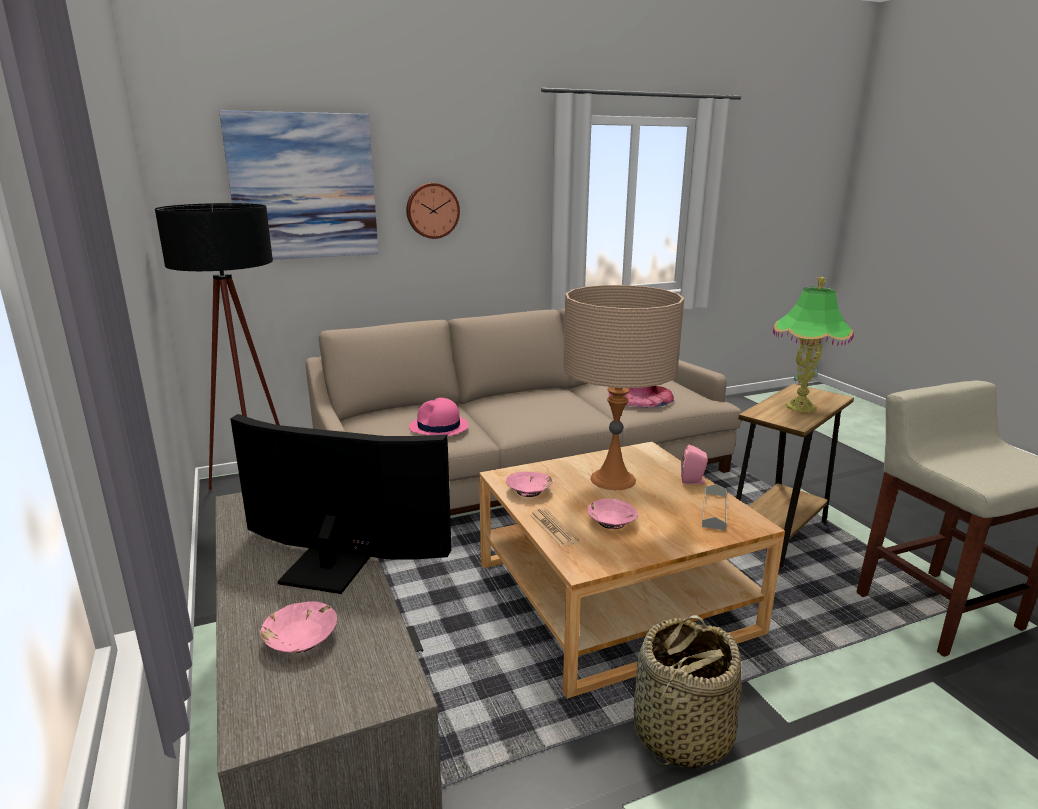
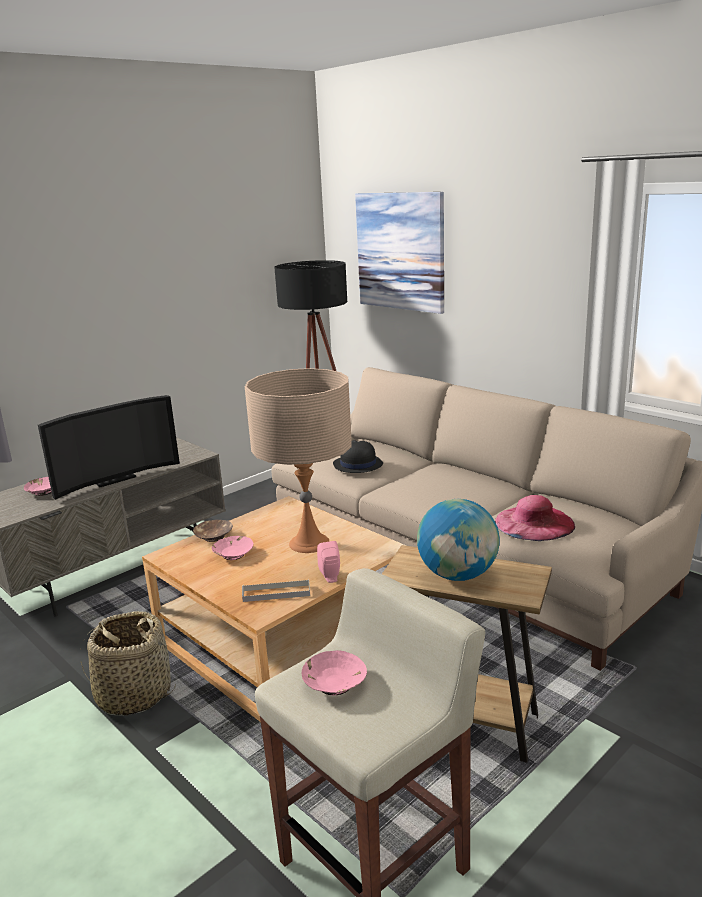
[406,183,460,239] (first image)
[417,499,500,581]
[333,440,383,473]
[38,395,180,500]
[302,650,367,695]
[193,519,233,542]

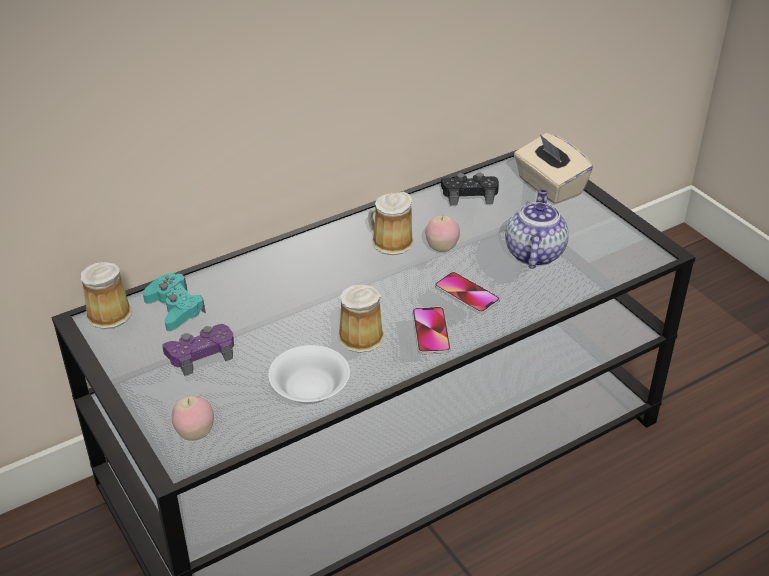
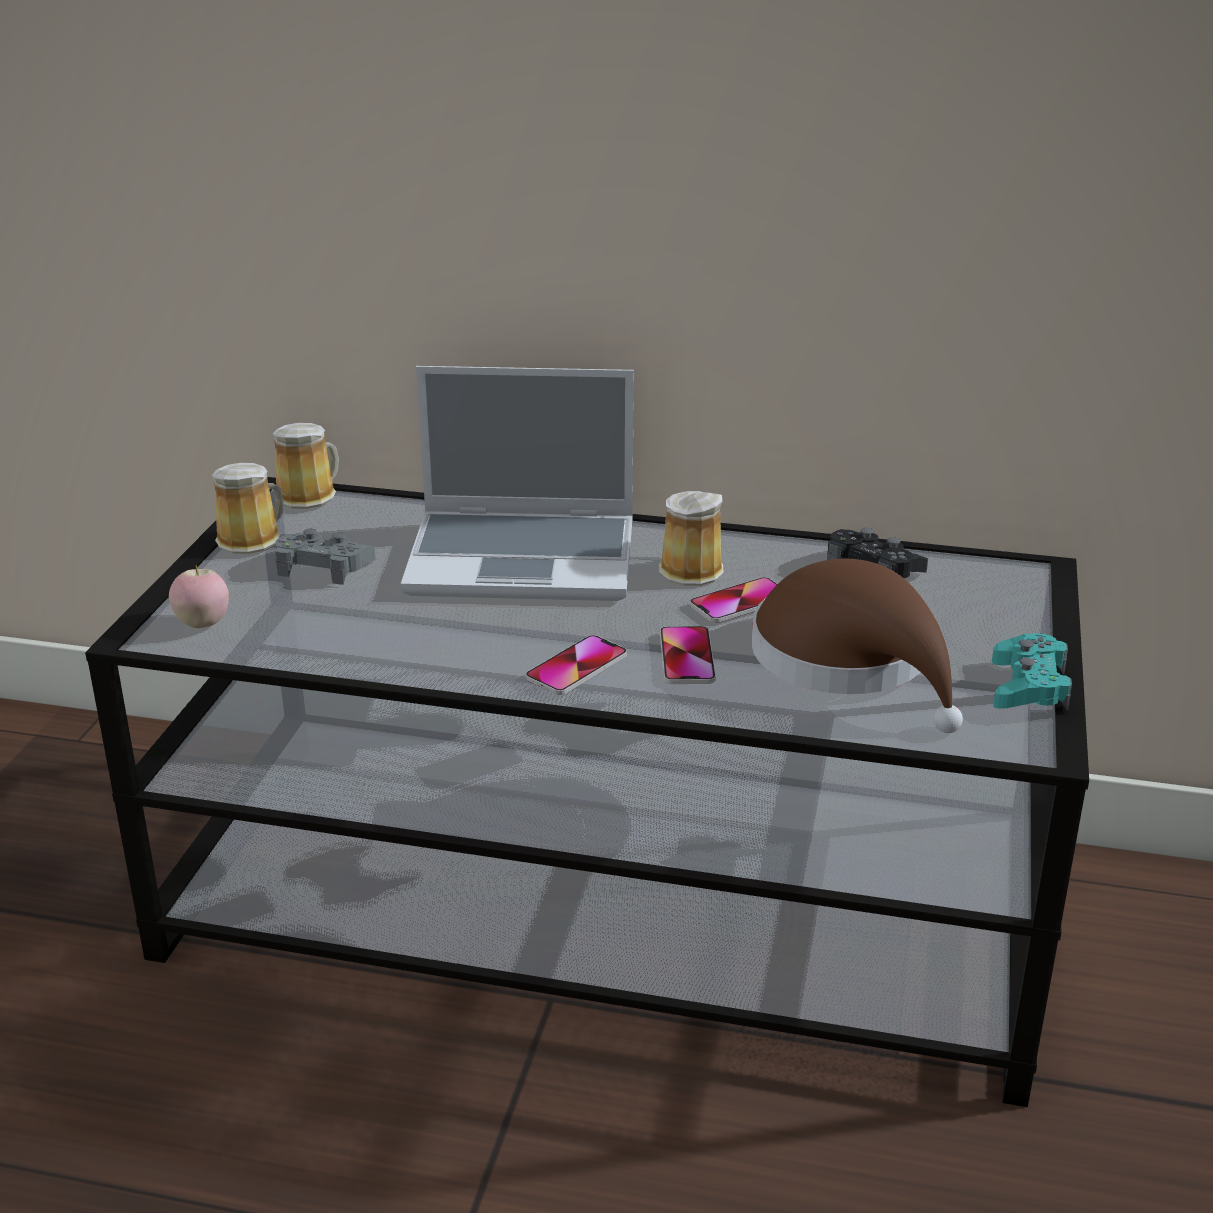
[514,133,593,204] (first image)
[752,559,963,733]
[690,577,777,623]
[992,633,1072,711]
[212,463,284,554]
[275,529,376,585]
[268,345,350,404] (first image)
[401,366,634,601]

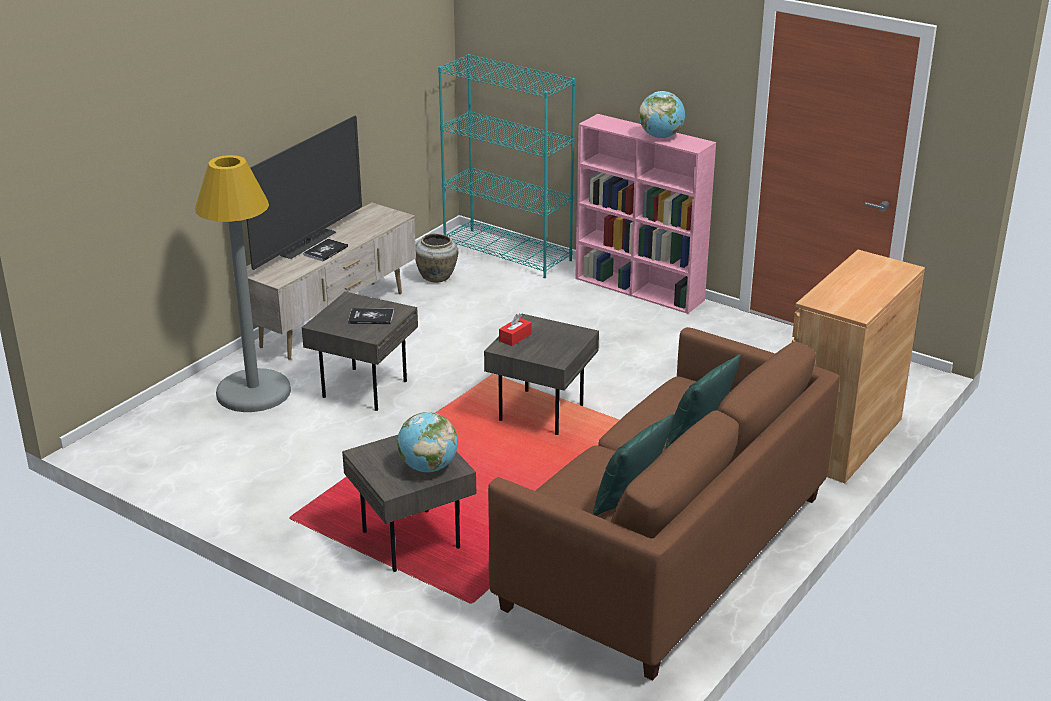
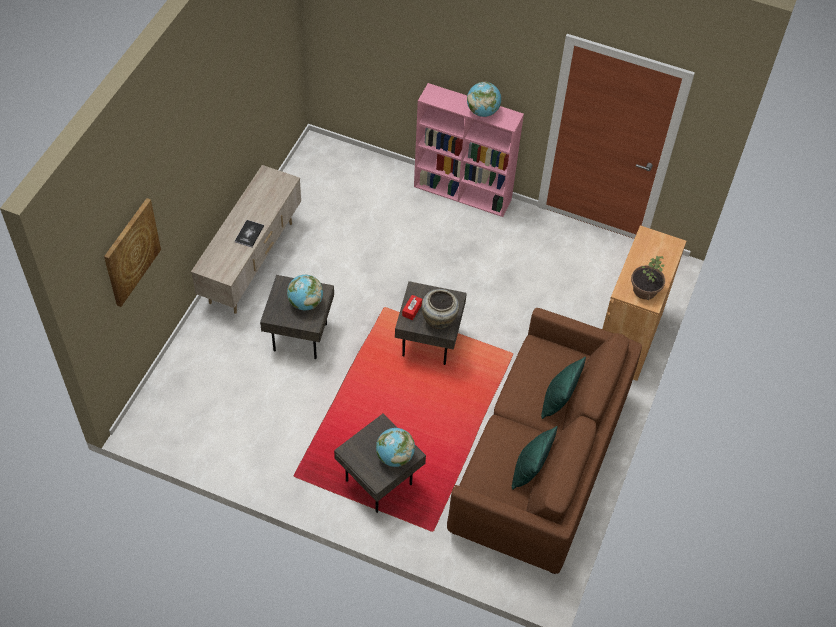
[438,54,576,278] (first image)
[246,115,362,270] (first image)
[195,155,291,412] (first image)
[421,289,459,329]
[287,275,323,310]
[104,198,161,307]
[631,256,665,300]

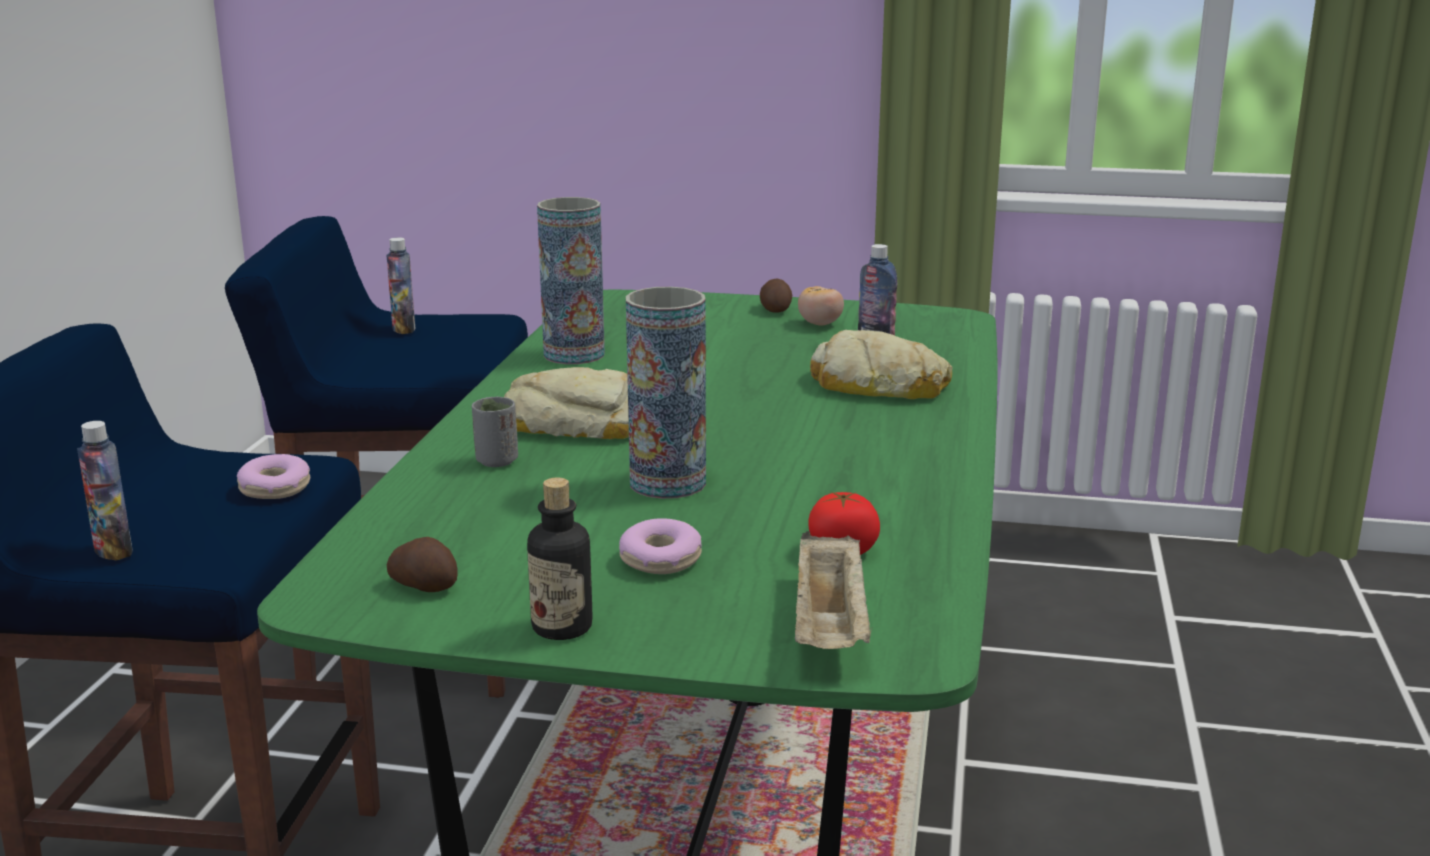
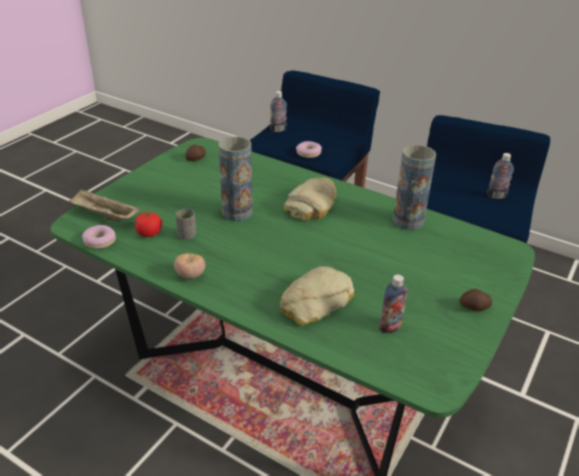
[174,253,205,279]
[176,208,196,240]
[527,477,593,640] (first image)
[82,225,116,249]

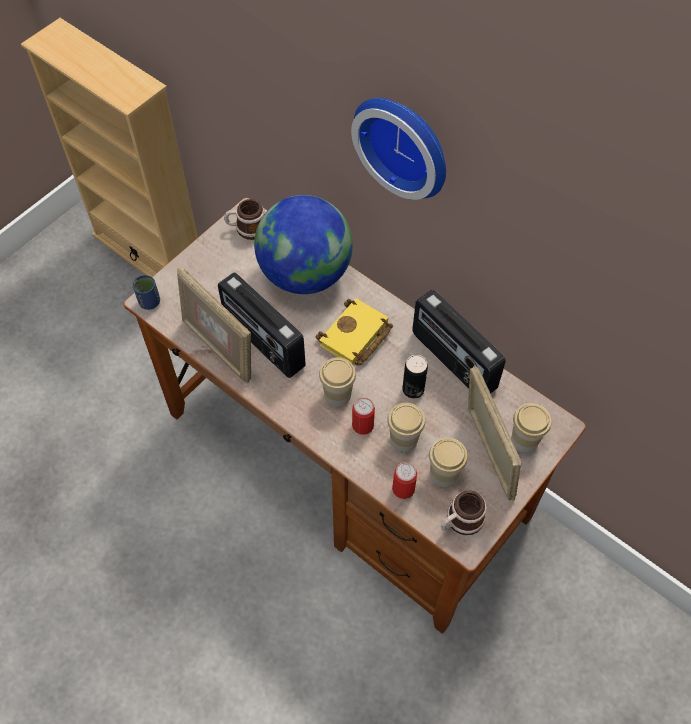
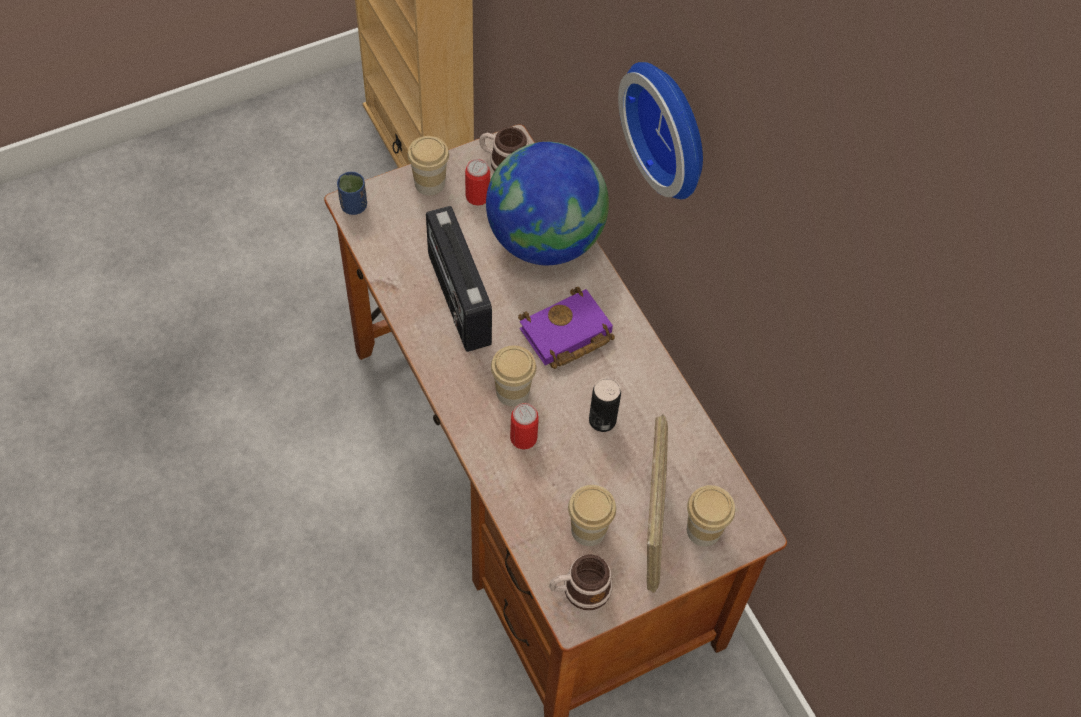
[177,268,251,383] (first image)
[412,290,506,393] (first image)
[518,287,615,369]
[408,136,449,196]
[465,159,490,206]

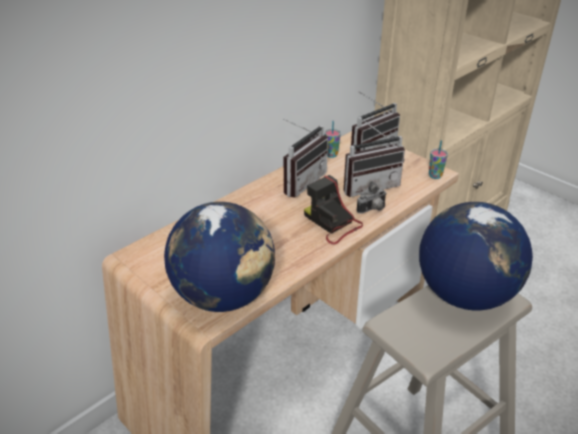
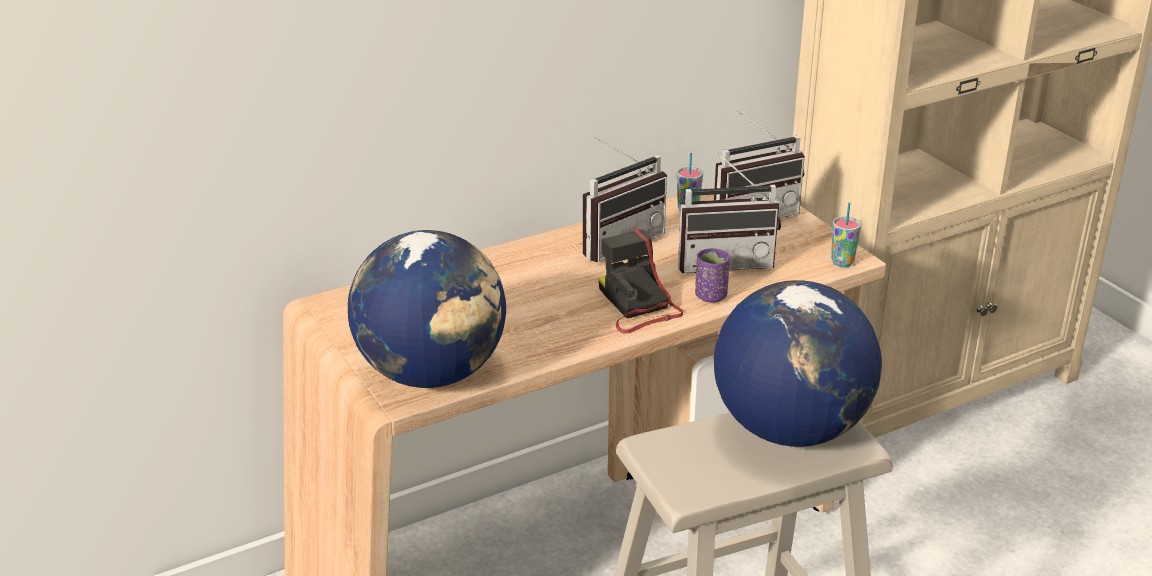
[695,248,730,303]

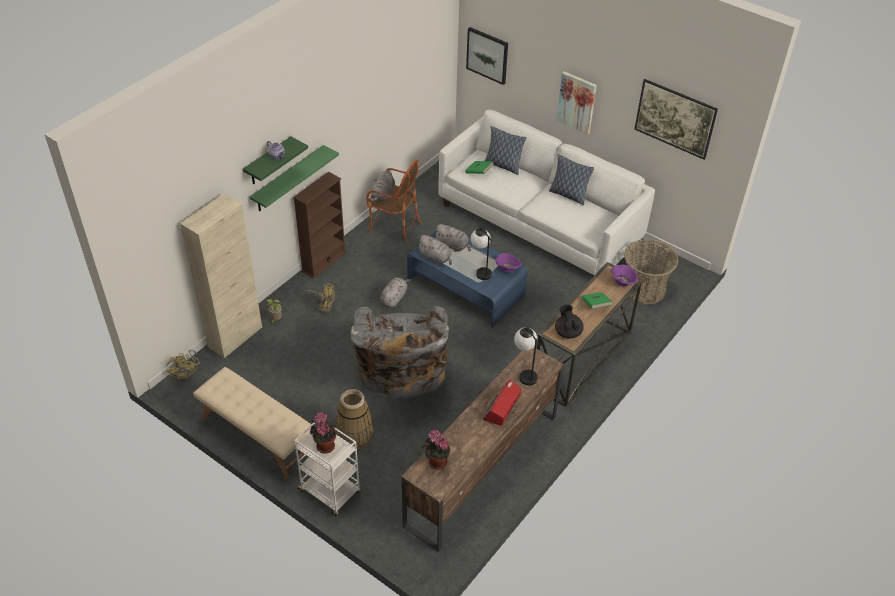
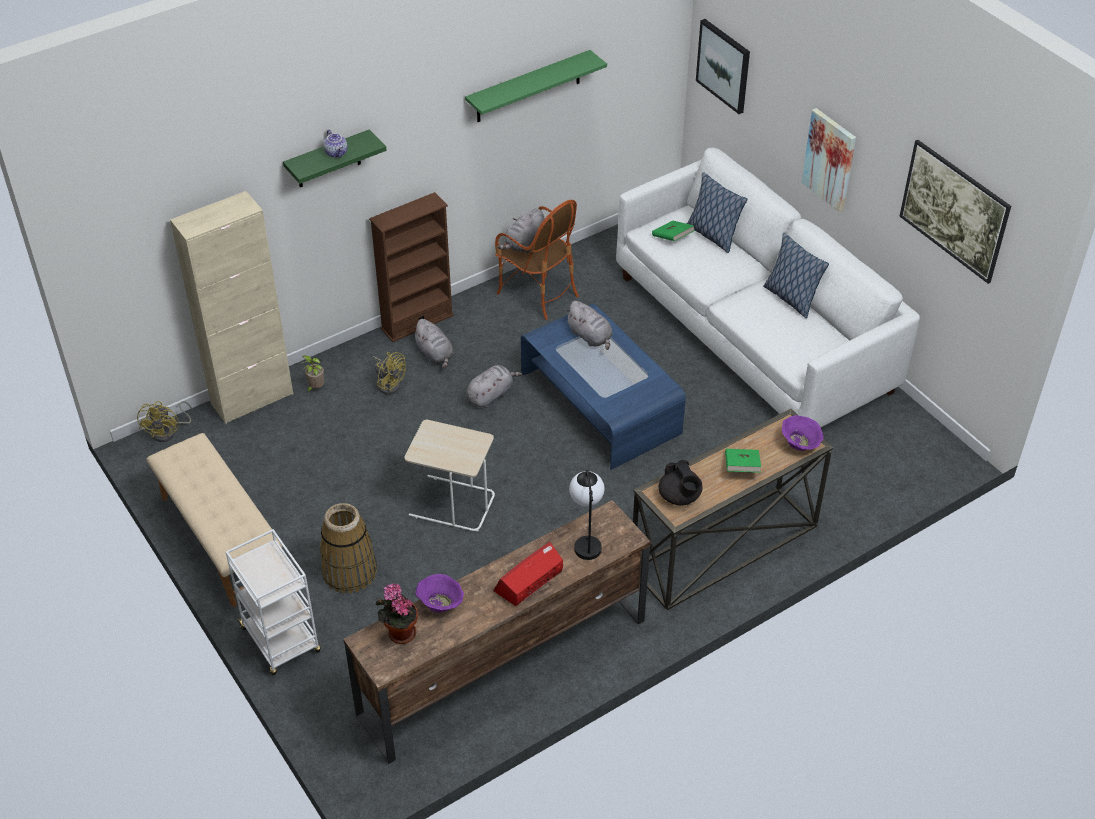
[465,50,607,122]
[471,226,492,280] (first image)
[412,319,454,369]
[624,239,678,304] (first image)
[415,574,464,613]
[659,460,702,505]
[404,420,495,531]
[310,412,336,453] (first image)

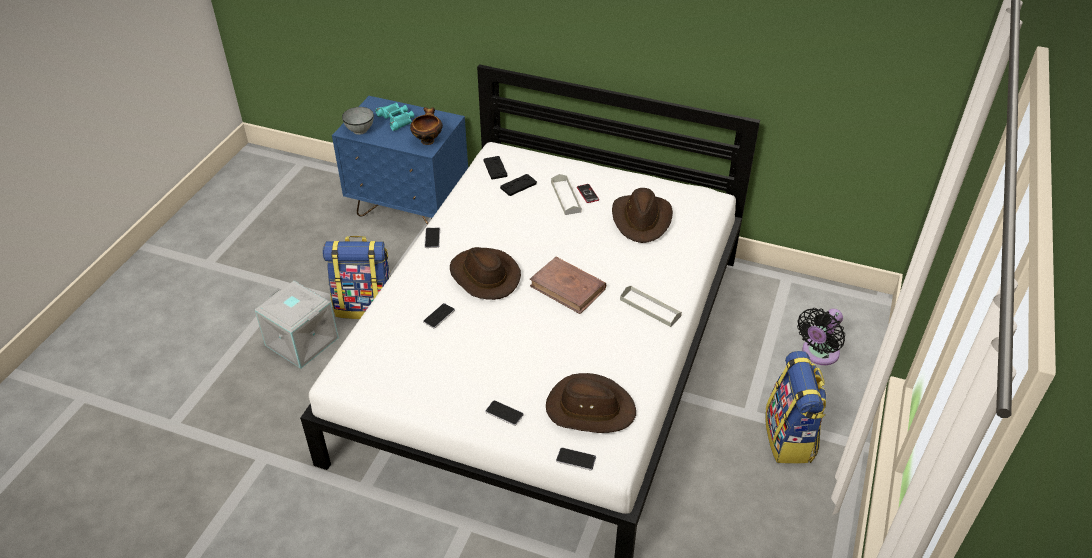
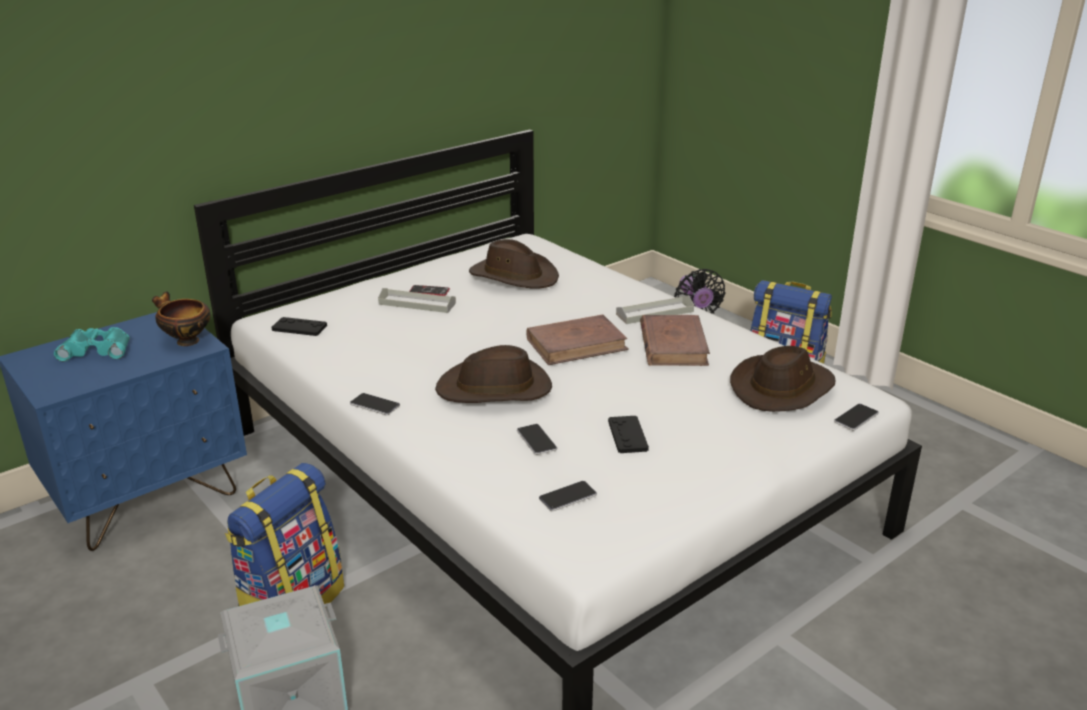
[342,107,374,135] (first image)
[608,416,649,453]
[539,481,597,511]
[640,315,710,366]

